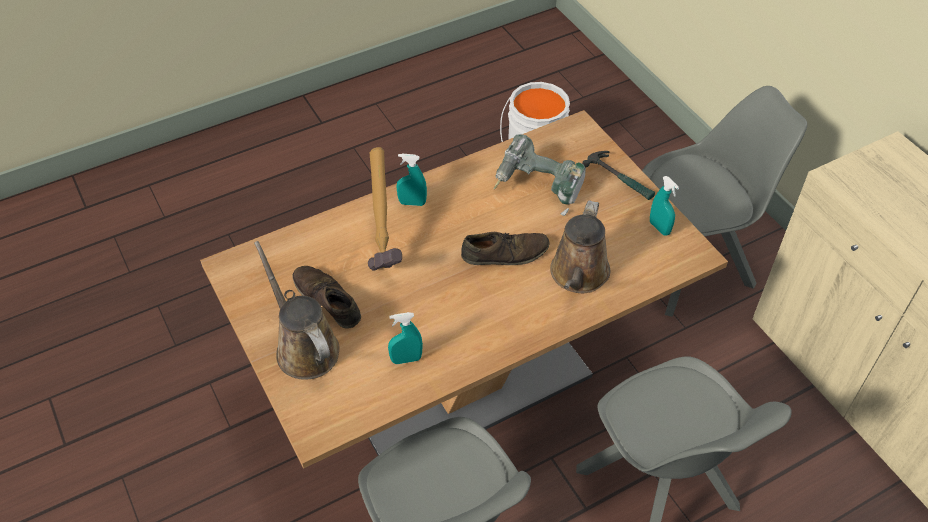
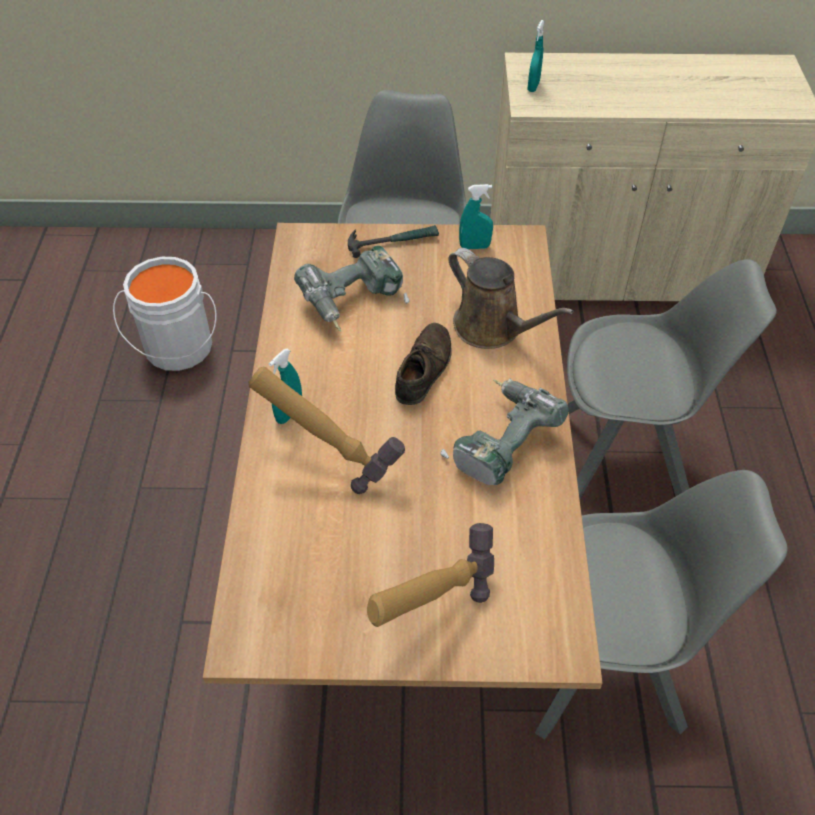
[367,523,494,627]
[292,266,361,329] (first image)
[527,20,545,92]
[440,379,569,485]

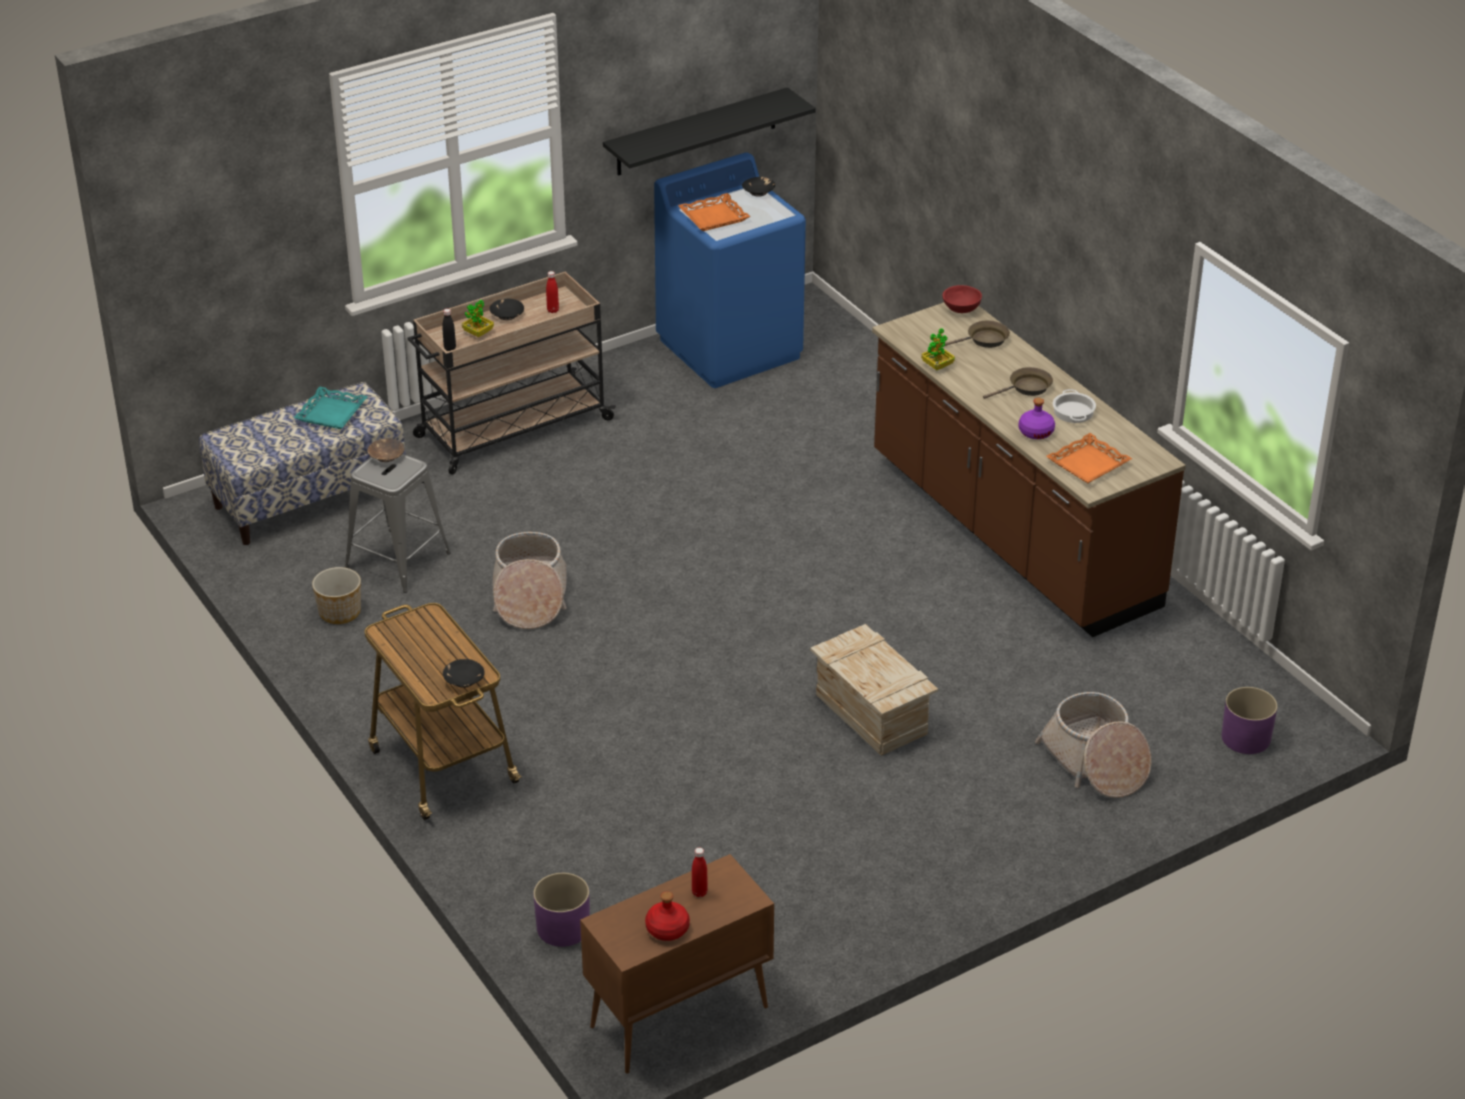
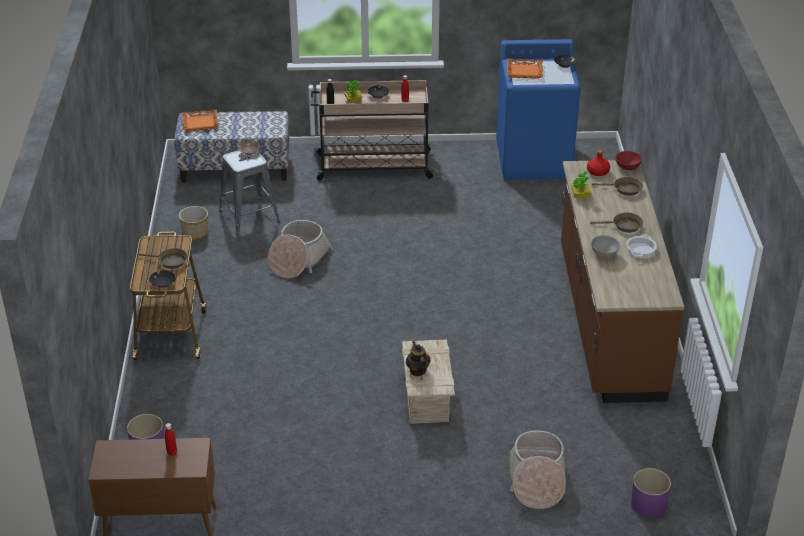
[603,87,816,176] (first image)
[294,387,368,429] (first image)
[591,235,620,258]
[182,110,219,131]
[587,149,610,176]
[138,248,187,269]
[406,341,431,376]

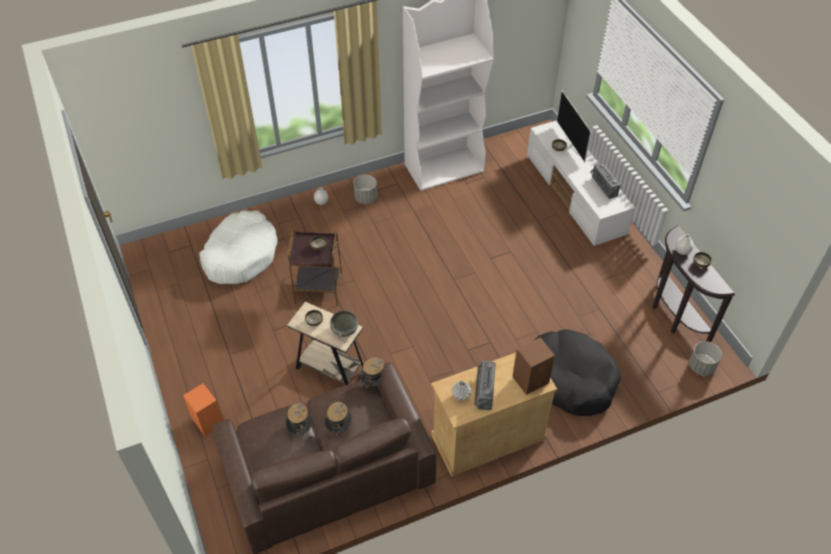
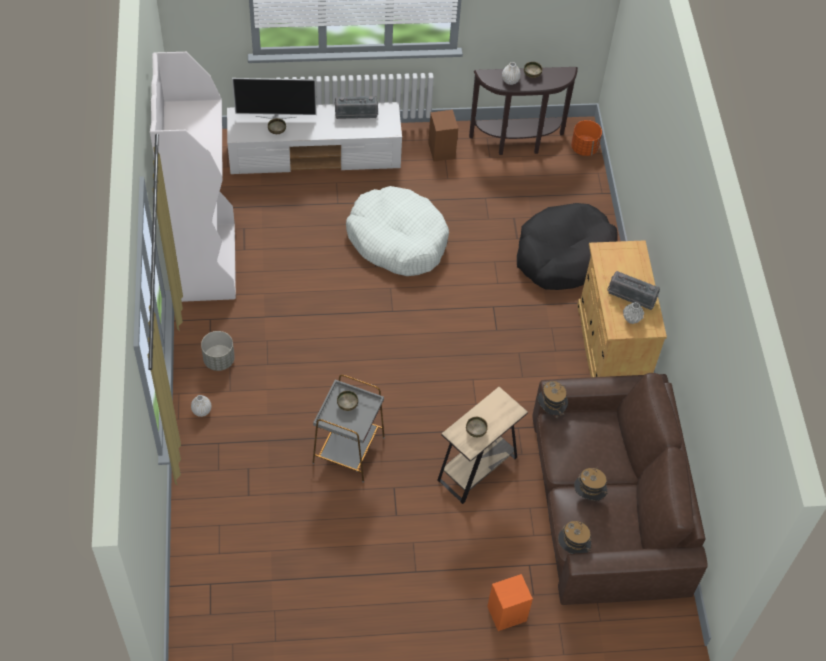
[346,186,449,276]
[312,375,385,483]
[330,309,358,338] (first image)
[428,110,458,162]
[571,120,602,156]
[558,521,591,554]

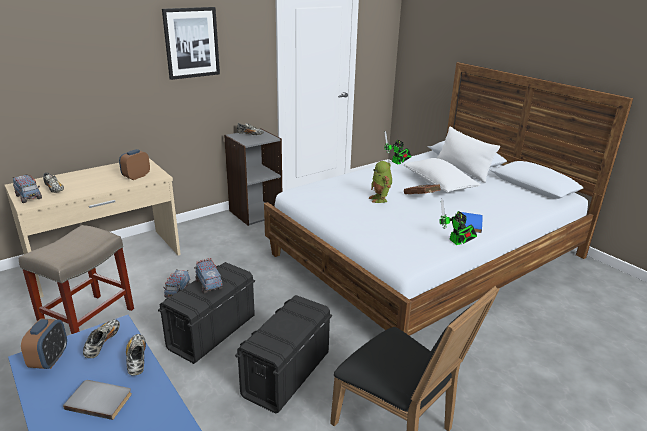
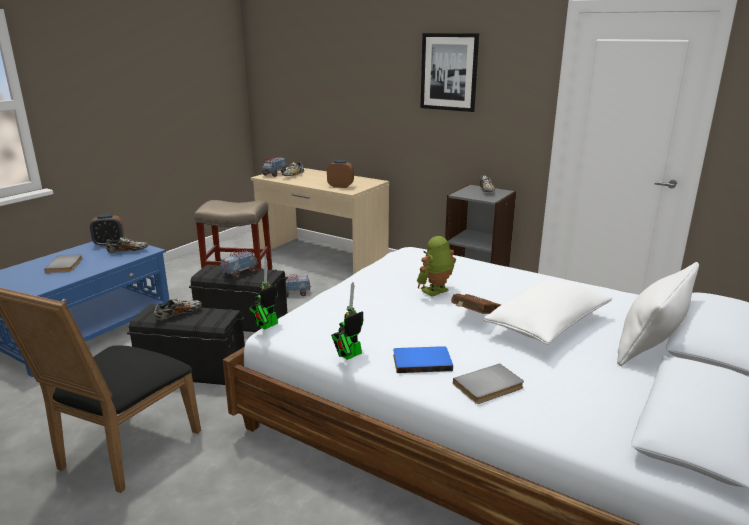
[249,259,278,329]
[154,299,202,320]
[453,363,524,404]

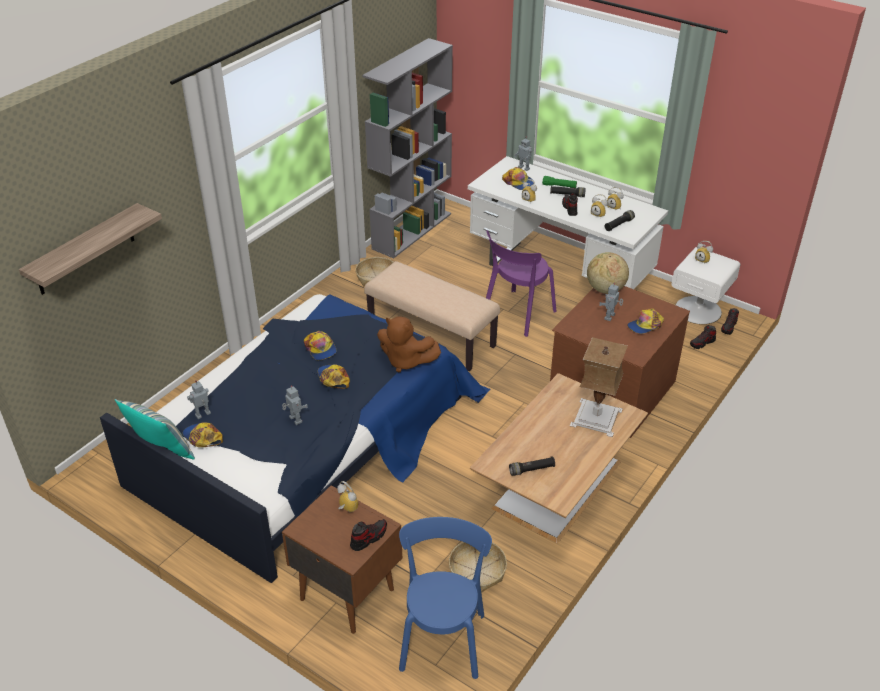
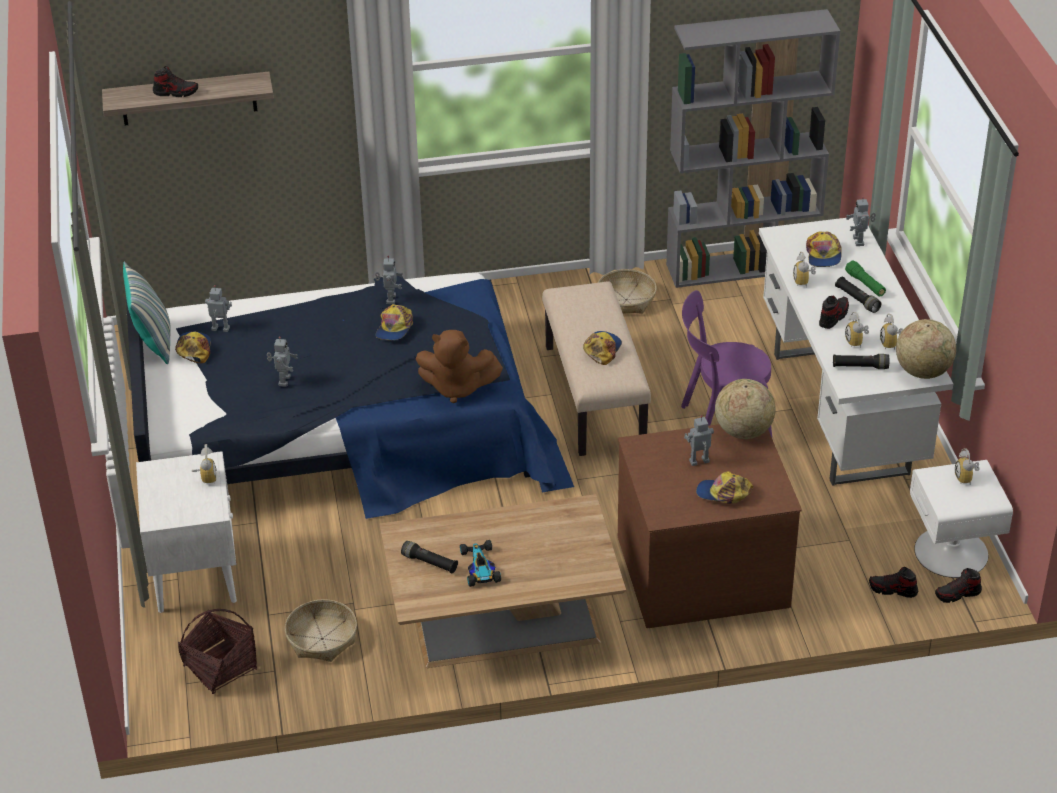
[416,330,503,403]
[570,337,628,437] (first image)
[583,331,622,365]
[136,451,237,613]
[178,609,257,694]
[153,66,198,97]
[375,256,403,304]
[896,319,956,379]
[460,540,501,587]

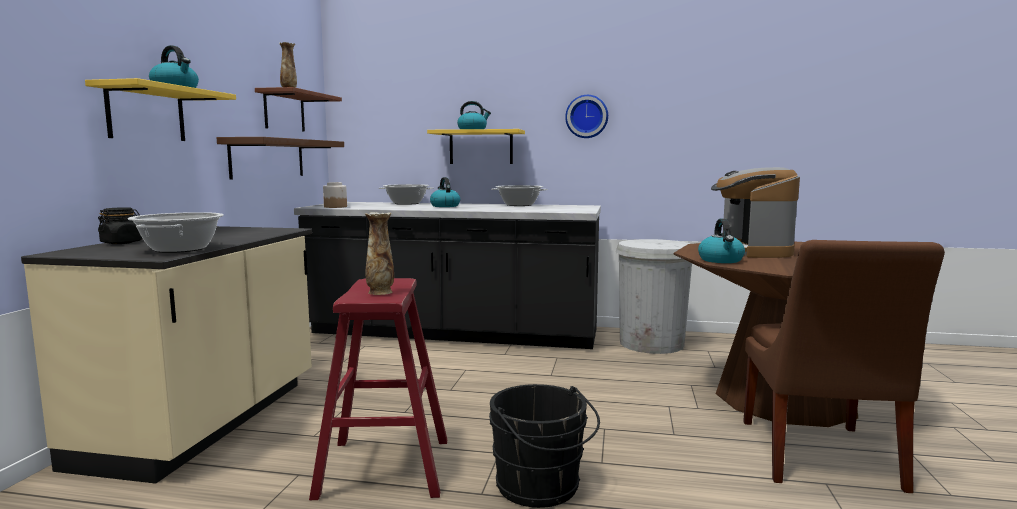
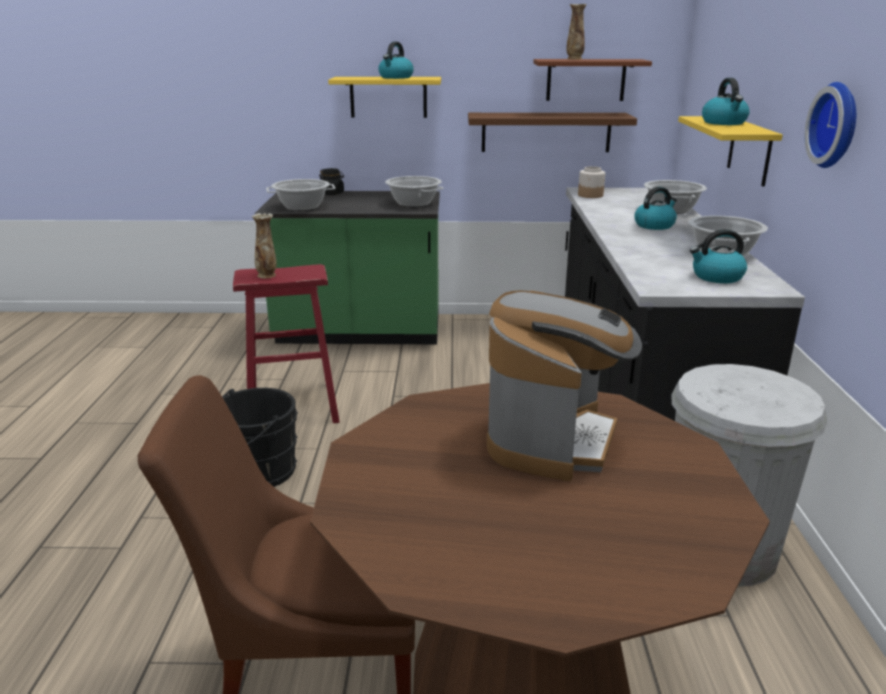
[487,290,642,481]
[690,229,747,283]
[254,191,440,344]
[385,176,443,207]

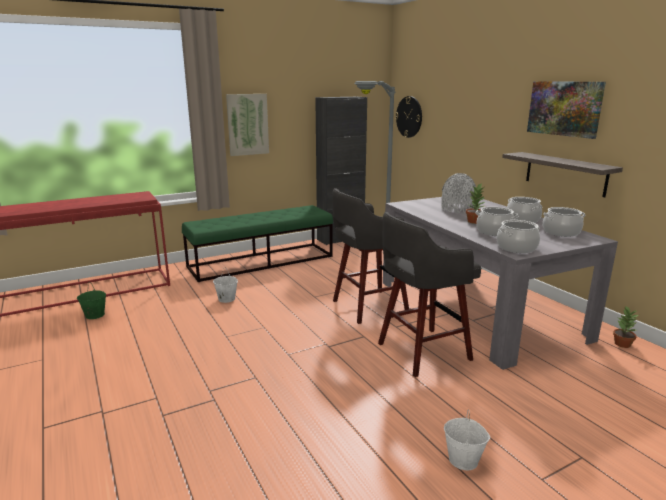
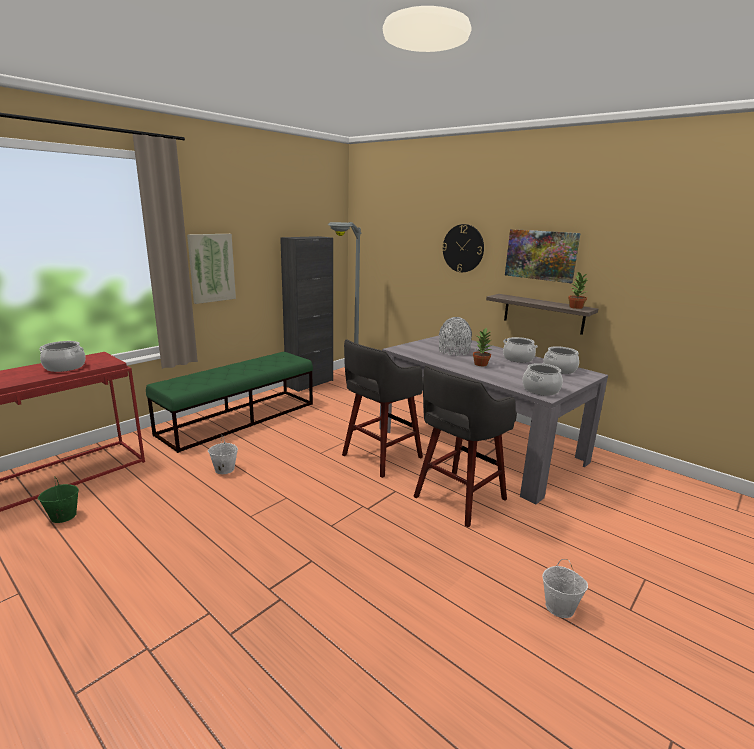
[442,224,484,272]
[39,341,86,372]
[568,272,588,309]

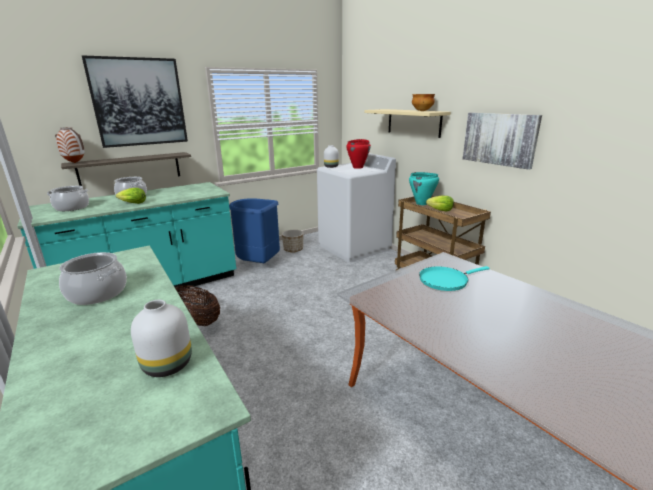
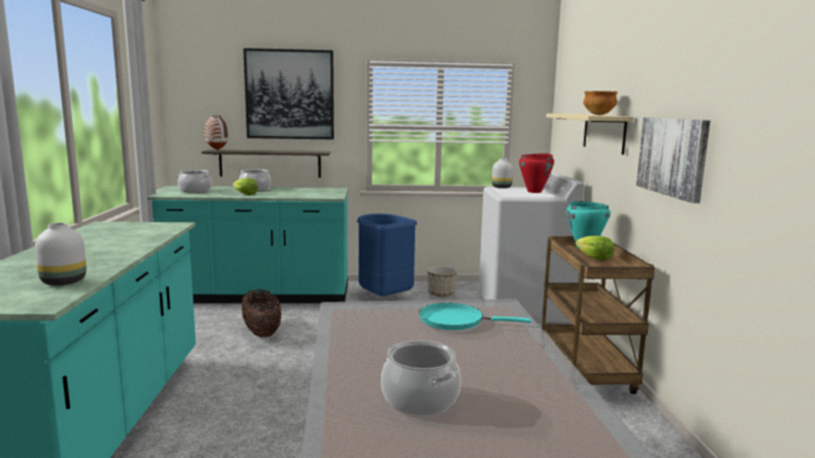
[381,340,461,416]

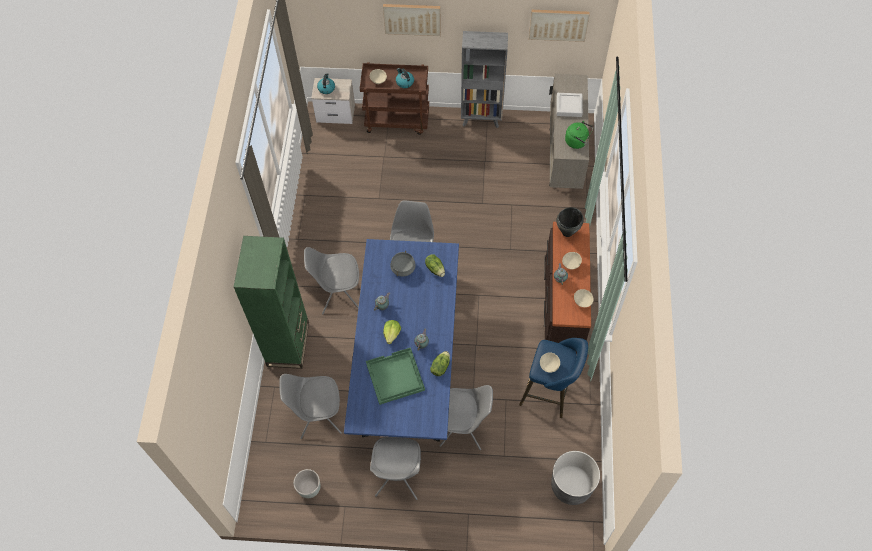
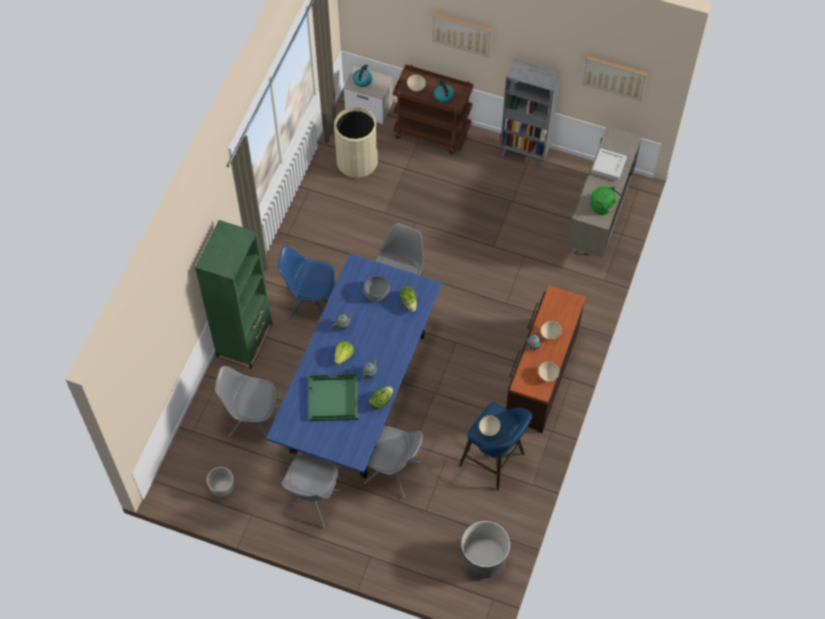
[556,207,584,237] (first image)
[278,246,335,319]
[334,107,378,178]

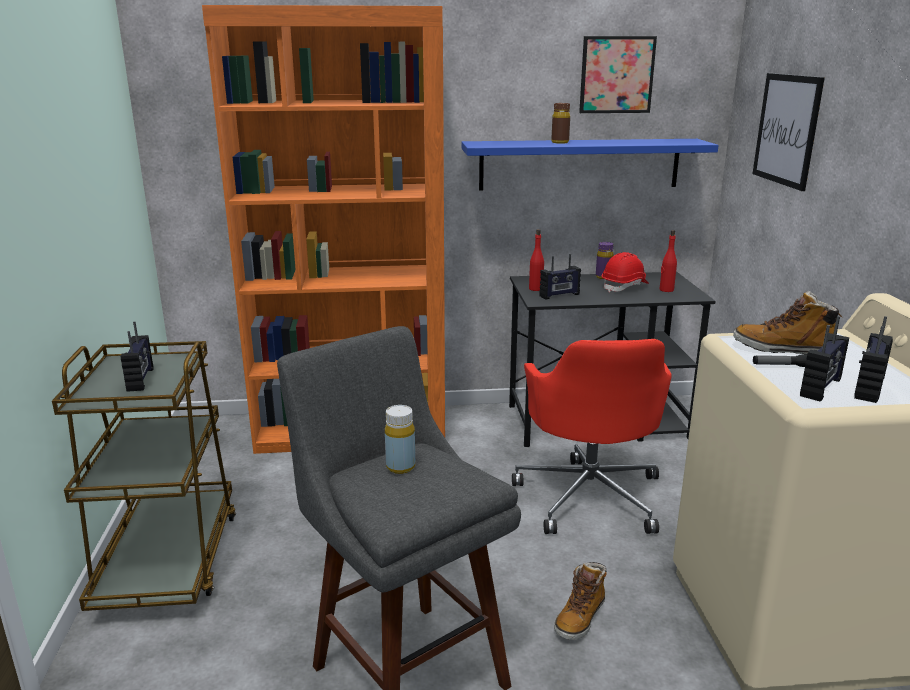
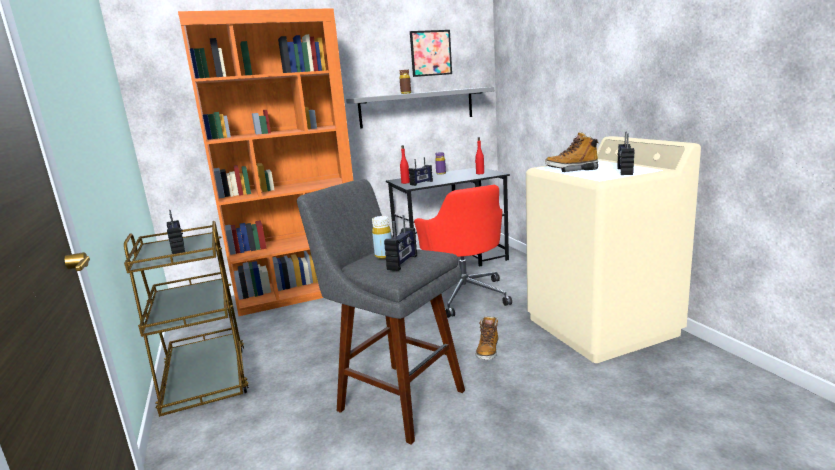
[752,73,825,191] (first image)
[346,87,495,129]
[602,252,649,292] (first image)
[384,215,417,271]

